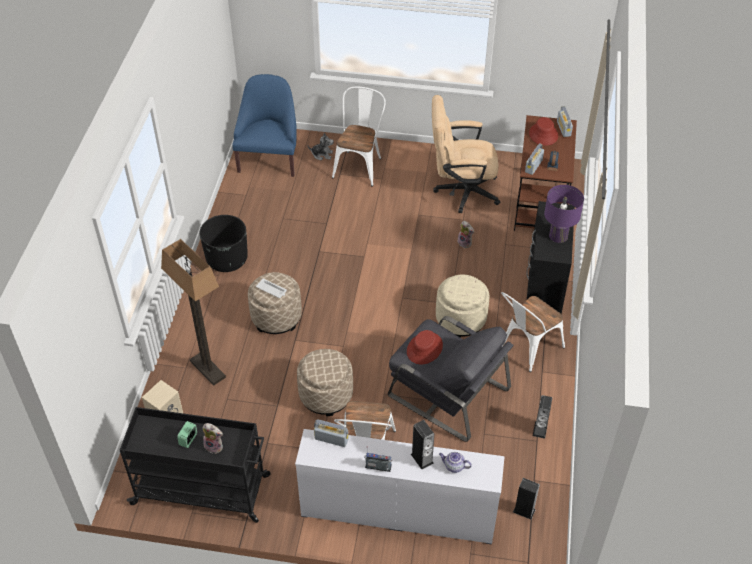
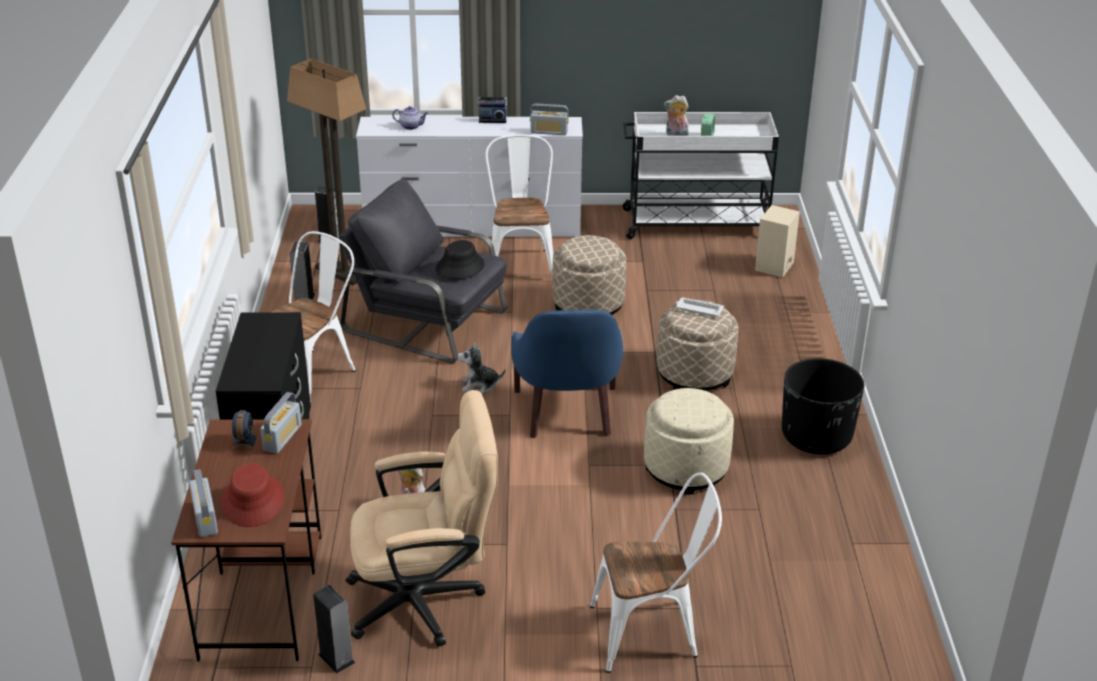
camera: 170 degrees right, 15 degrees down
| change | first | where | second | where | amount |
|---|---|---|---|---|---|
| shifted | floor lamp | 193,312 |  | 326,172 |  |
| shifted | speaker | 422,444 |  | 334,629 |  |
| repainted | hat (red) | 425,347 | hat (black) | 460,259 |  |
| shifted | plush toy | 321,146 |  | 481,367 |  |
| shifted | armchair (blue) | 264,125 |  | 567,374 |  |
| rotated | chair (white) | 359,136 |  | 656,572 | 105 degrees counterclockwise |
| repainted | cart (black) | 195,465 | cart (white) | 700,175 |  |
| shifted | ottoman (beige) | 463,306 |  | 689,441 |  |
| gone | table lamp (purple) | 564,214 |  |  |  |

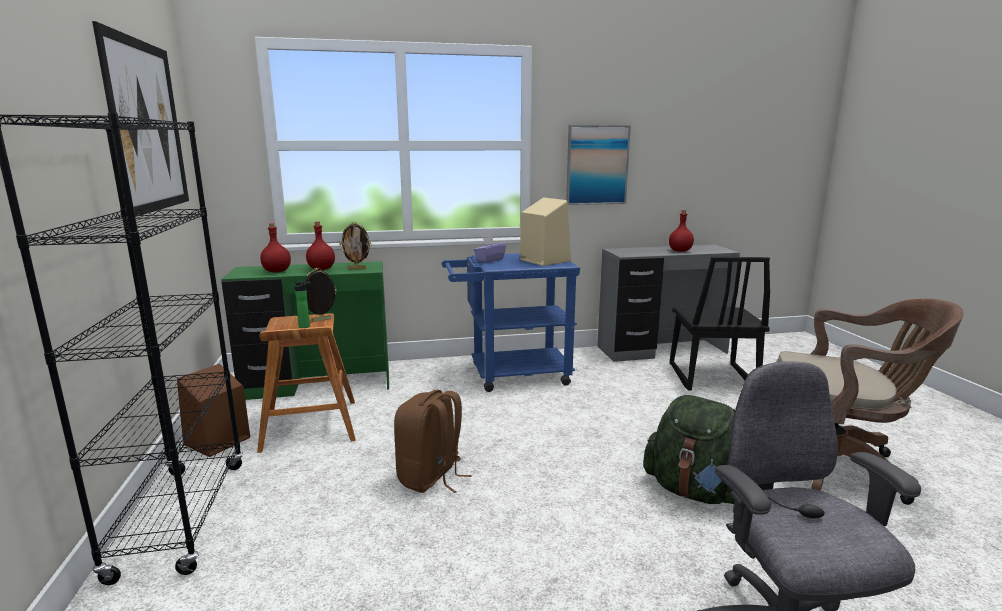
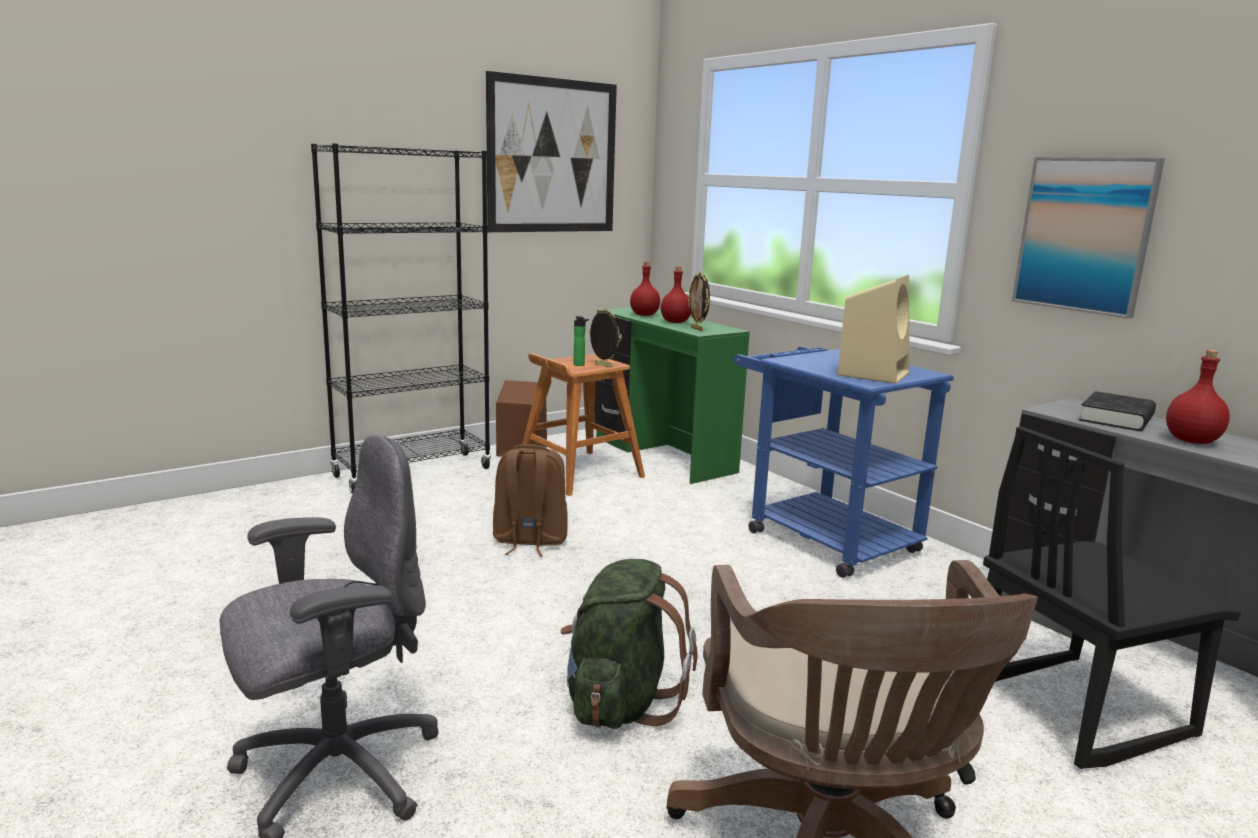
camera: 65 degrees right, 0 degrees up
| change | first | where | second | where | amount |
|---|---|---|---|---|---|
| new |  |  | book (black) | 1117,411 |  |
| gone | tissue box (purple) | 490,249 |  |  |  |

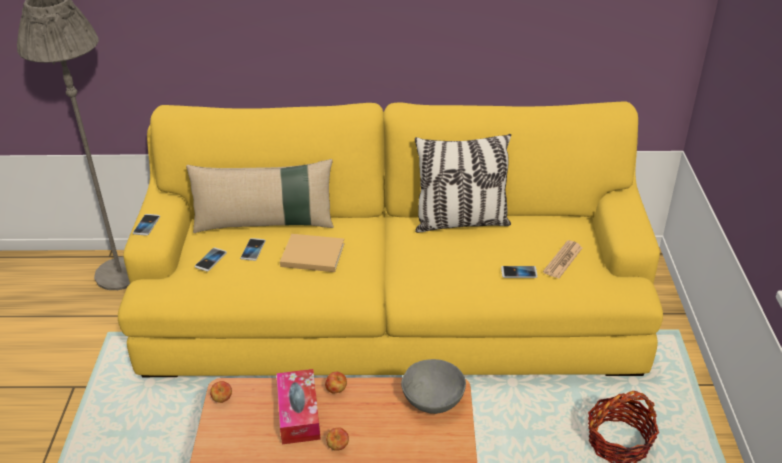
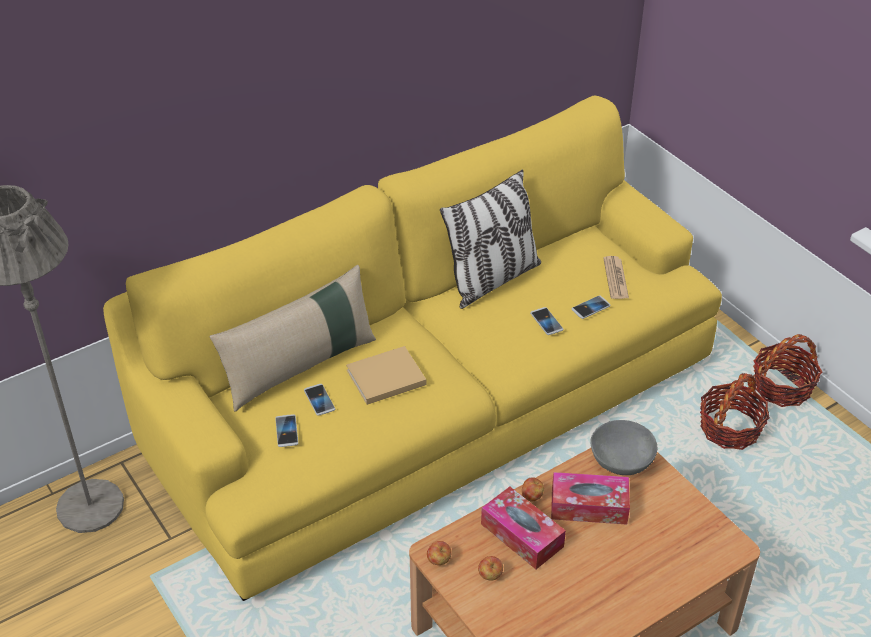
camera: 35 degrees left, 5 degrees up
| change | first | where | second | where | amount |
|---|---|---|---|---|---|
| shifted | apple | 337,439 |  | 490,568 |  |
| shifted | phone | 146,225 |  | 546,321 |  |
| new |  |  | tissue box | 590,498 |  |
| new |  |  | basket | 787,370 |  |

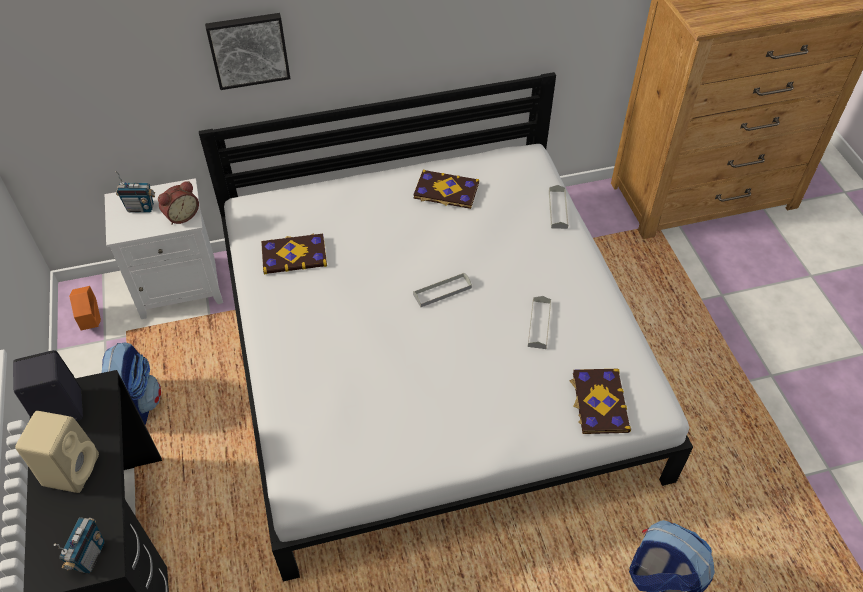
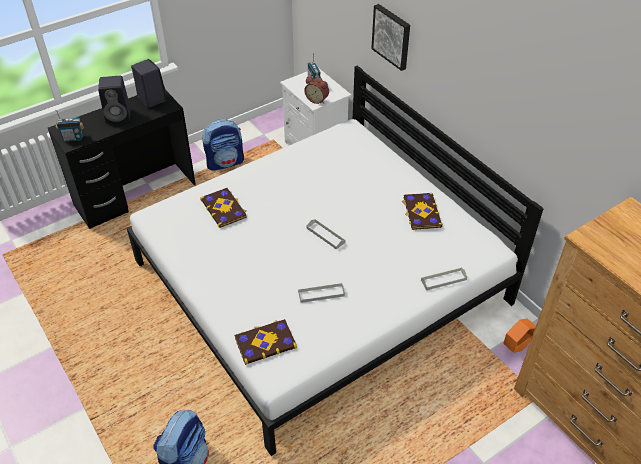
camera: 70 degrees right, 5 degrees down
| change | first | where | second | where | amount |
|---|---|---|---|---|---|
| repainted | speaker (beige) | 57,452 | speaker (black) | 114,99 |  |
| shifted | book | 294,253 |  | 223,208 |  |
| shifted | planter (orange) | 85,308 |  | 519,336 |  |

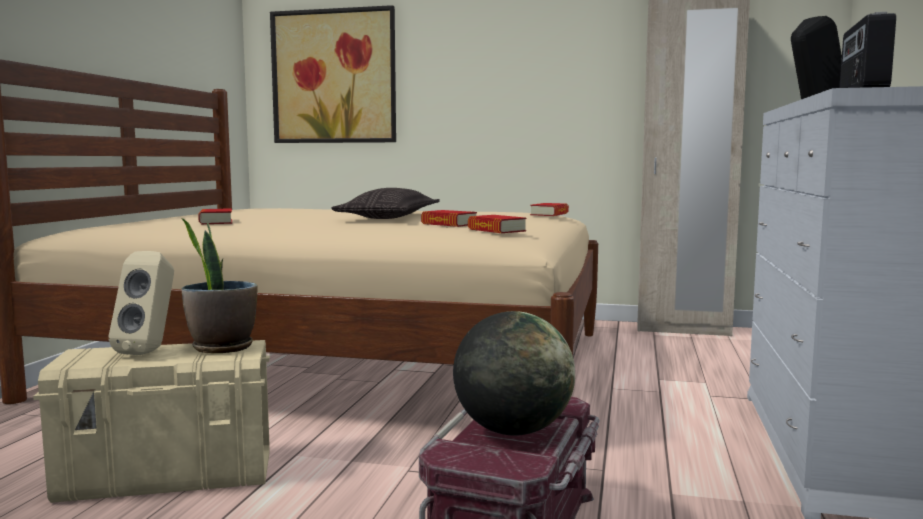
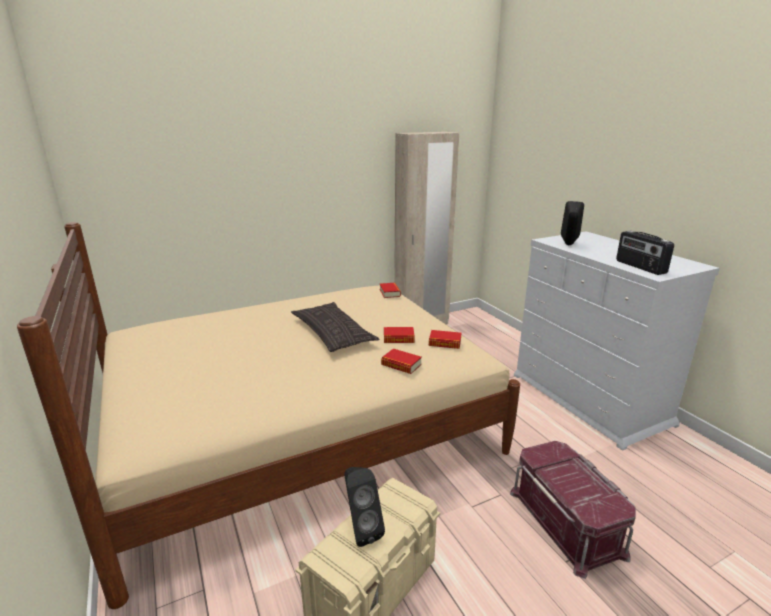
camera: 40 degrees left, 15 degrees up
| change | first | where | second | where | amount |
|---|---|---|---|---|---|
| repainted | speaker (beige) | 141,303 | speaker (black) | 364,507 |  |
| shifted | book | 215,216 |  | 401,361 |  |
| gone | potted plant | 219,285 |  |  |  |
| gone | picture | 333,74 |  |  |  |
| gone | globe | 514,373 |  |  |  |

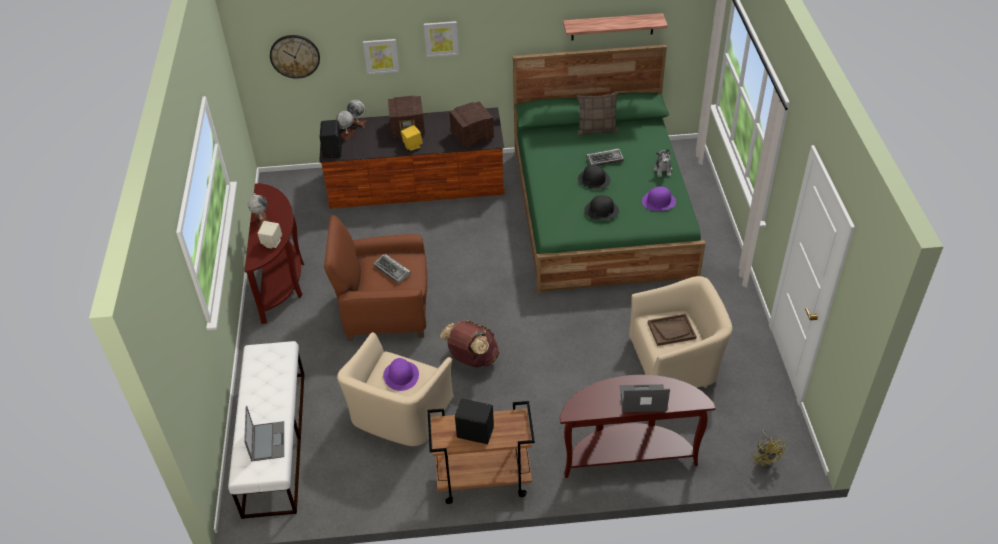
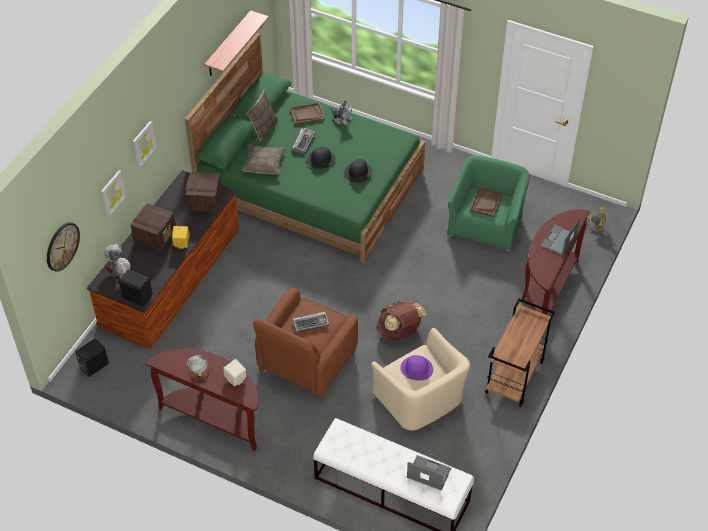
camera: 60 degrees left, 5 degrees up
| change | first | where | second | where | amount |
|---|---|---|---|---|---|
| shifted | speaker (black) | 474,421 |  | 92,357 |  |
| new |  |  | pillow | 264,159 |  |
| new |  |  | tray (brown) | 307,113 |  |
| repainted | armchair (beige) | 680,332 | armchair (green) | 488,203 |  |
| gone | hat (purple) | 659,198 |  |  |  |

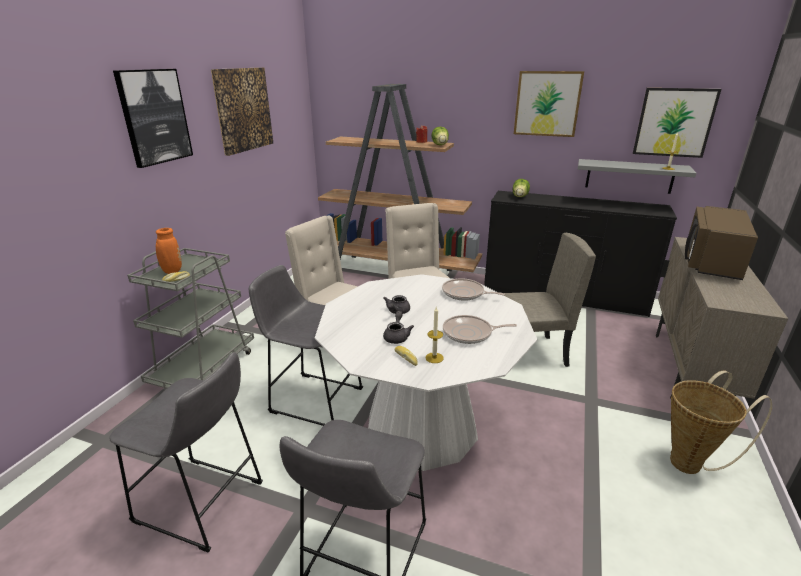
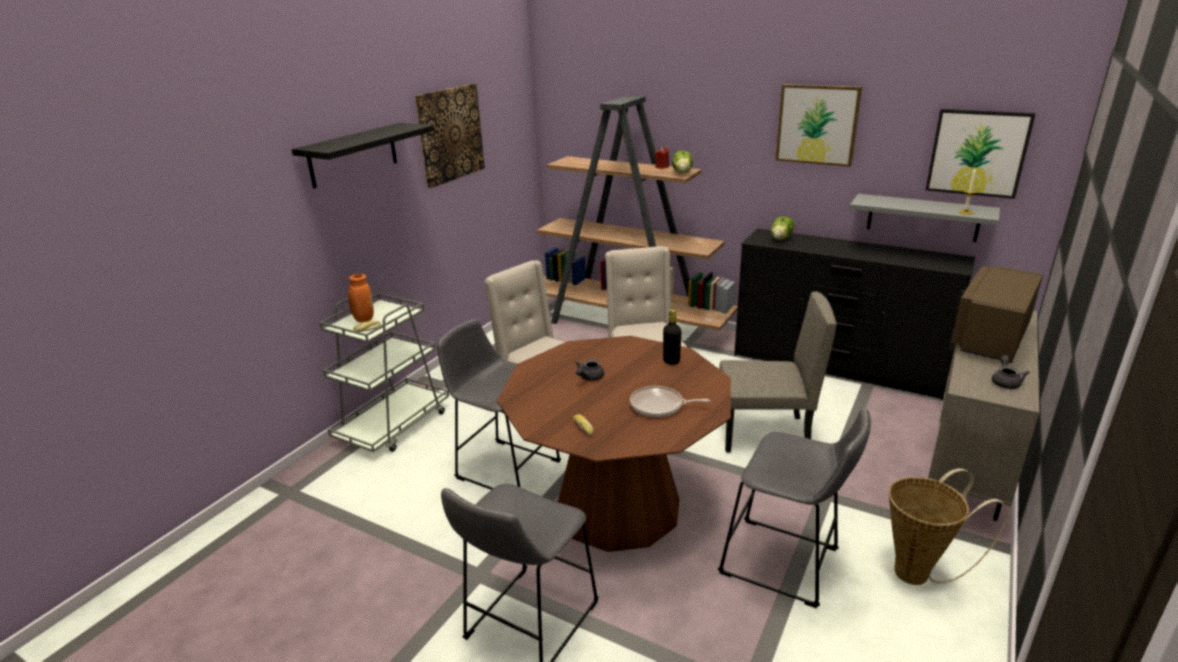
camera: 10 degrees right, 0 degrees up
| change | first | where | second | where | amount |
|---|---|---|---|---|---|
| swapped | picture | 153,118 | shelf (black) | 363,155 |  |
| repainted | dining table (white) | 426,372 | dining table (brown) | 614,444 |  |
| swapped | frying pan | 473,289 | bottle (black) | 672,337 |  |
| shifted | stool (grey) | 186,452 |  | 794,508 |  |
| shifted | teapot (grey) | 398,327 |  | 1011,372 |  |
| gone | candle | 435,335 |  |  |  |

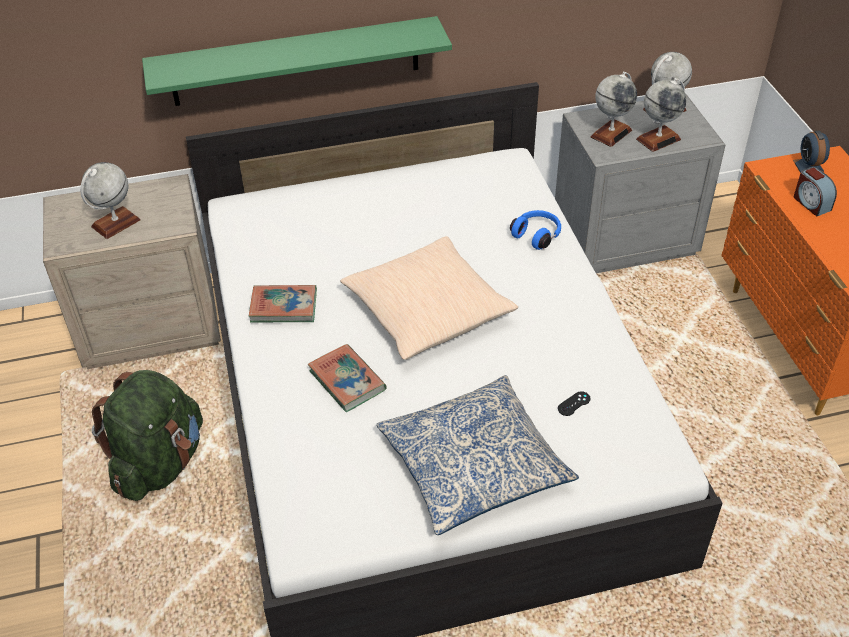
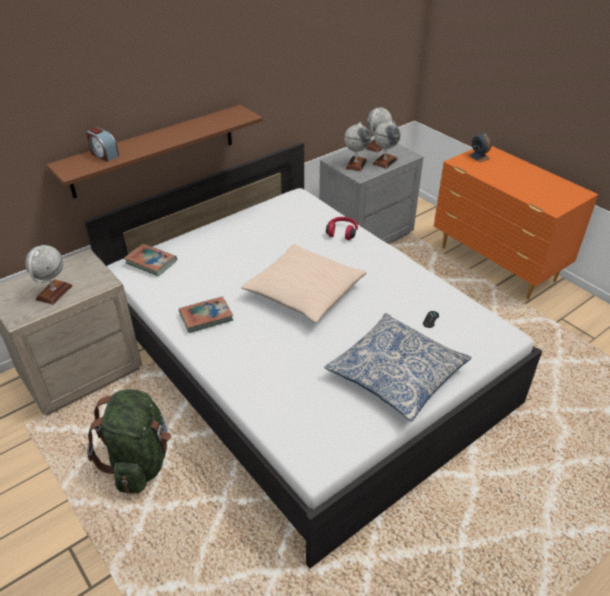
camera: 25 degrees left, 5 degrees down
| change | first | where | second | where | amount |
|---|---|---|---|---|---|
| repainted | shelf (green) | 297,61 | shelf (brown) | 154,151 |  |
| shifted | alarm clock | 815,192 |  | 102,144 |  |
| shifted | book | 347,378 |  | 150,260 |  |
| repainted | headphones (blue) | 535,230 | headphones (red) | 342,228 |  |

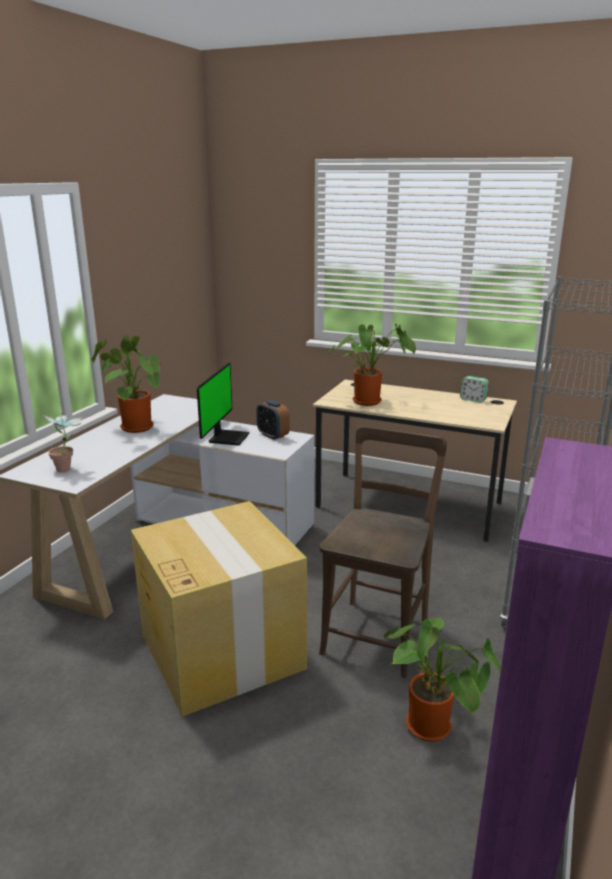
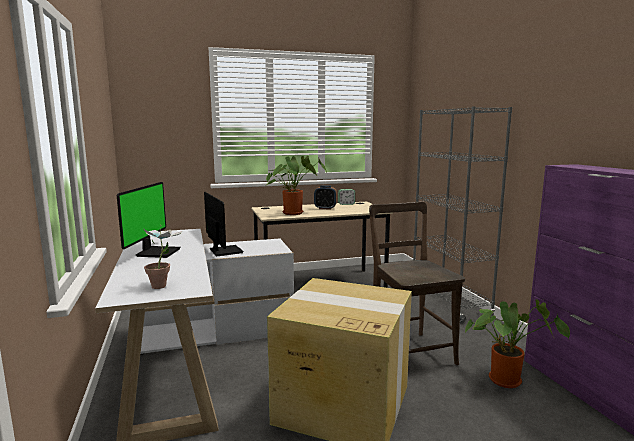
camera: 40 degrees left, 10 degrees down
| change | first | where | second | where | amount |
|---|---|---|---|---|---|
| swapped | potted plant | 127,384 | monitor | 149,220 |  |
| shifted | alarm clock | 273,420 |  | 325,197 |  |

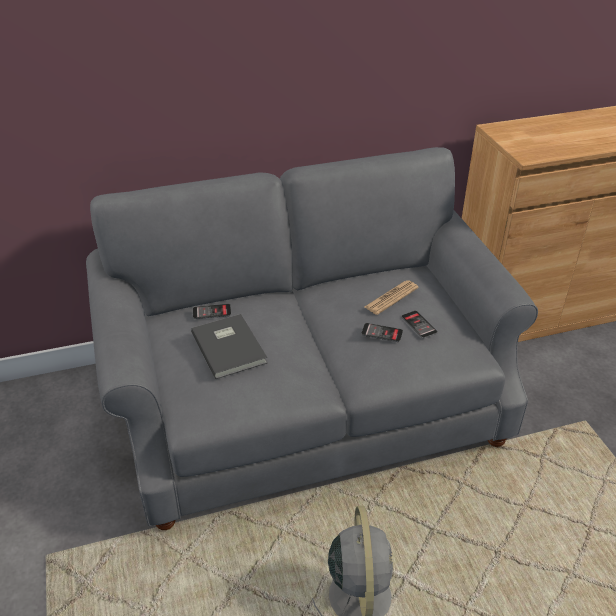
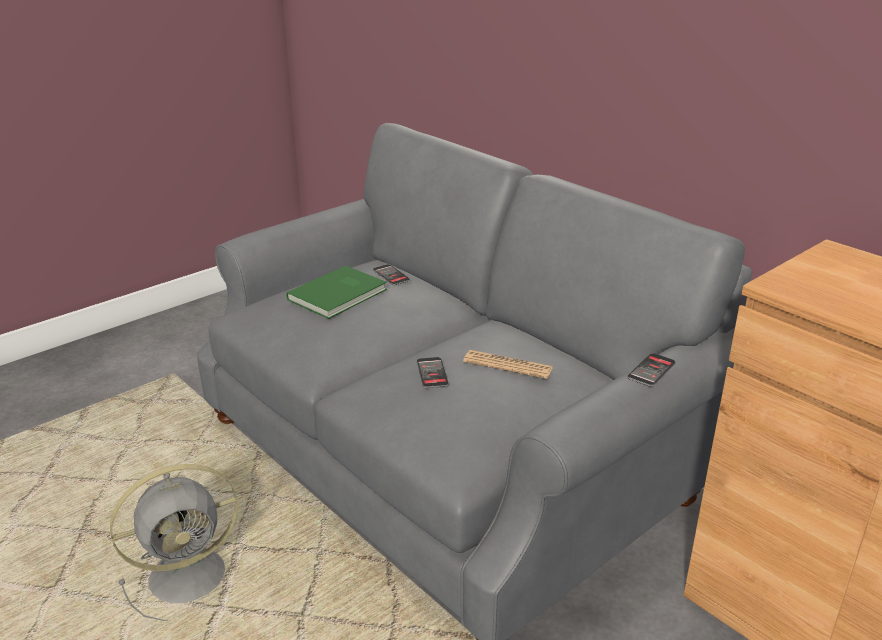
camera: 65 degrees right, 10 degrees down
| change | first | where | second | where | amount |
|---|---|---|---|---|---|
| repainted | book (grey) | 229,346 | book (green) | 336,292 |  |
| shifted | phone | 419,325 |  | 651,370 |  |

